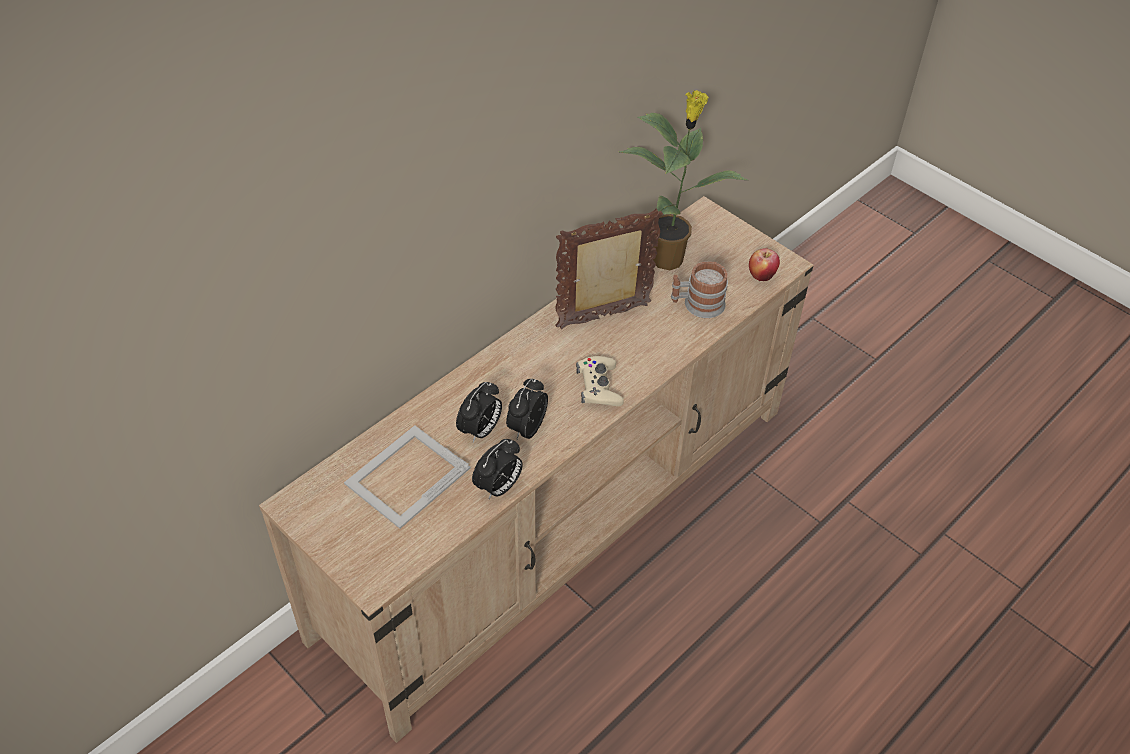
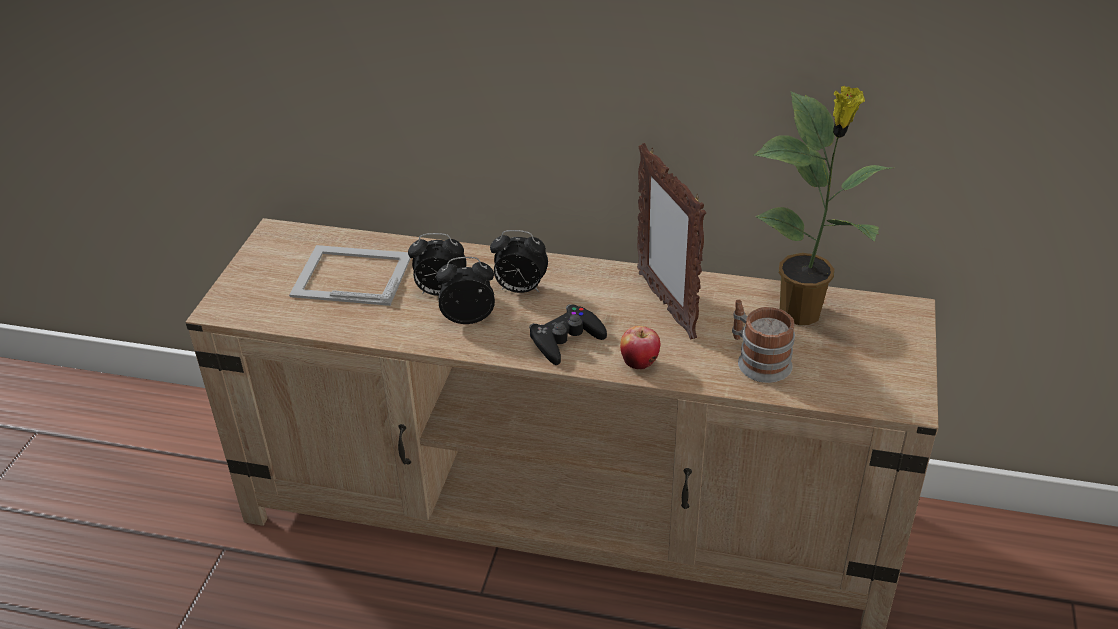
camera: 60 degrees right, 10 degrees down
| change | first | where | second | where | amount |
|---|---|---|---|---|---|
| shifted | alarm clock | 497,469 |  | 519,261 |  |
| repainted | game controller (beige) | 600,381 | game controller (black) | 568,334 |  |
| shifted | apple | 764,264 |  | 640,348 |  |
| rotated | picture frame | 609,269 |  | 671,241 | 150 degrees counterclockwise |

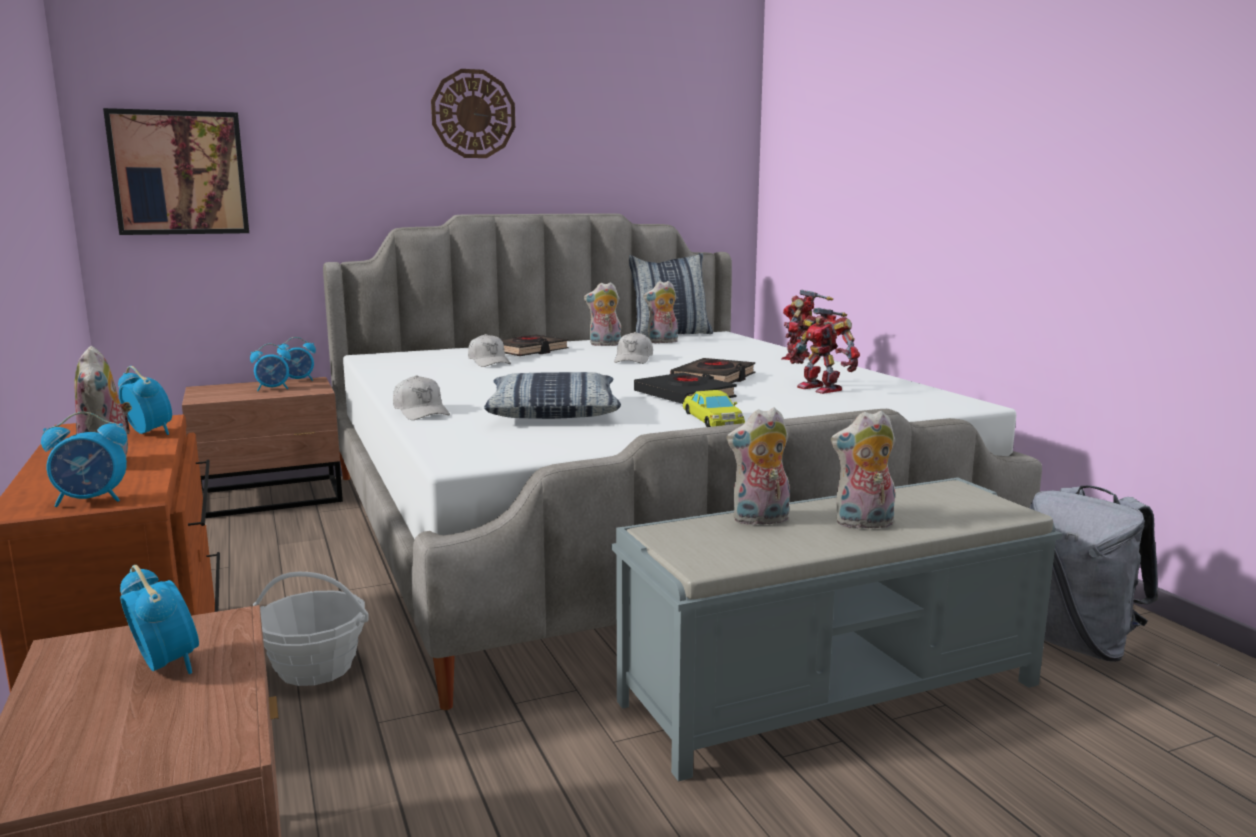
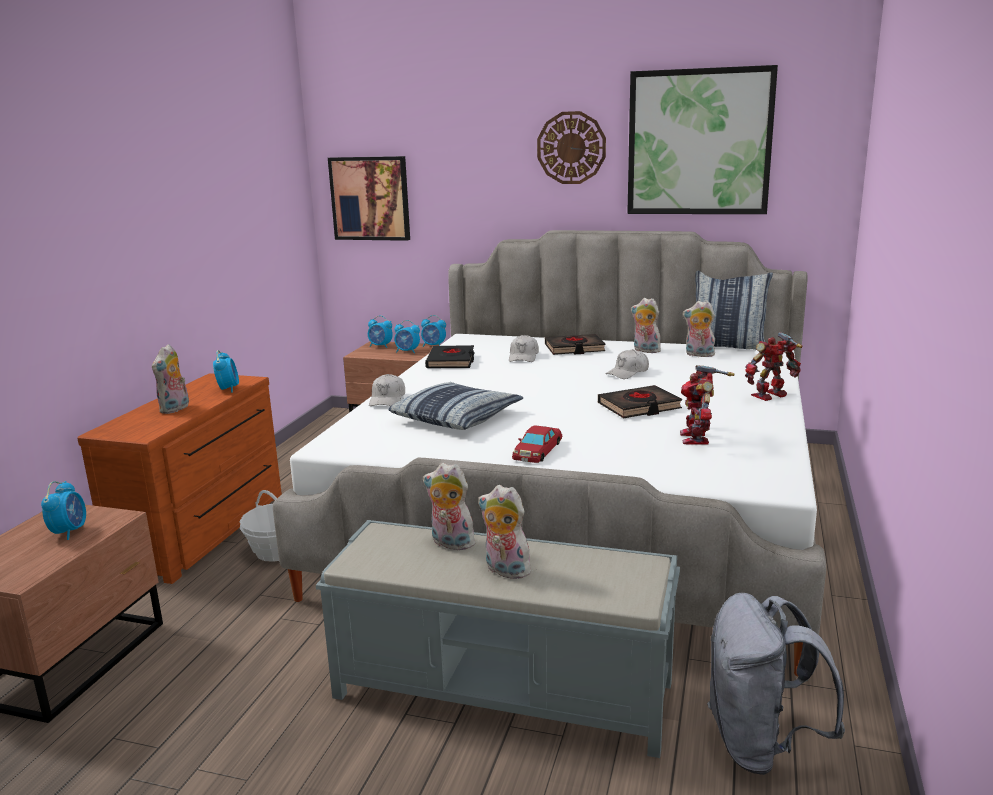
camera: 40 degrees right, 5 degrees up
| change | first | where | second | where | amount |
|---|---|---|---|---|---|
| shifted | alarm clock | 84,459 |  | 380,331 |  |
| shifted | book (black) | 685,388 |  | 450,356 |  |
| repainted | toy car (yellow) | 714,408 | toy car (red) | 537,444 |  |
| new |  |  | picture | 702,139 |  |

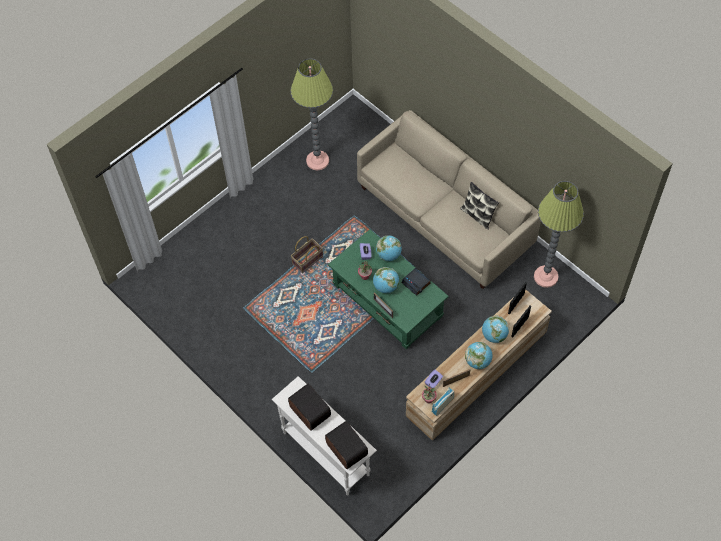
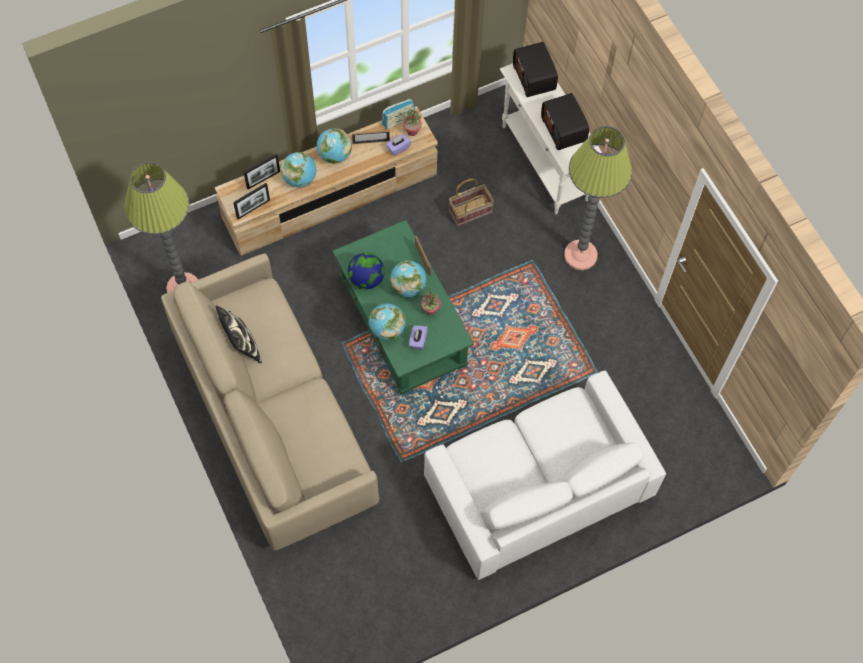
camera: 165 degrees left, 5 degrees up
| change | first | where | second | where | amount |
|---|---|---|---|---|---|
| swapped | alarm clock | 416,282 | globe | 366,271 |  |
| new |  |  | sofa (white) | 545,475 |  |
| shifted | basket | 307,254 |  | 471,202 |  |
| shifted | floor lamp | 311,114 |  | 598,198 |  |

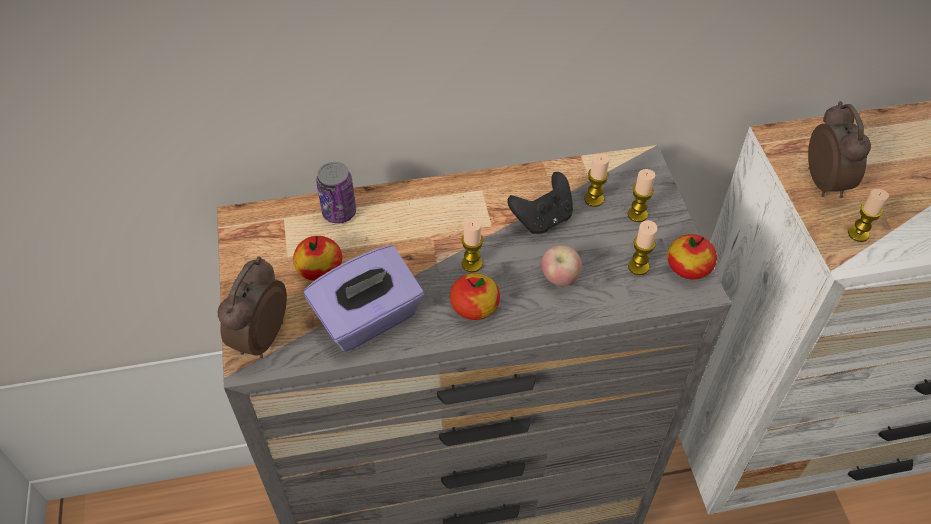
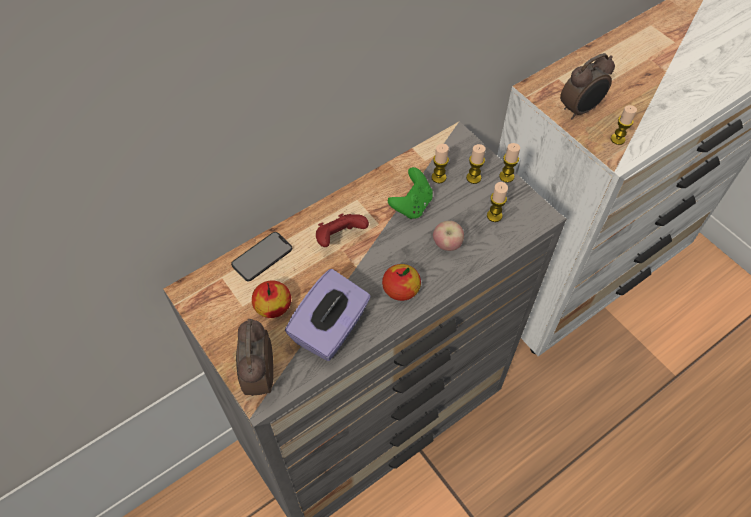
camera: 25 degrees left, 5 degrees up
| change | first | where | second | where | amount |
|---|---|---|---|---|---|
| swapped | can | 336,192 | phone | 261,256 |  |
| new |  |  | game controller (red) | 342,230 |  |
| repainted | game controller (black) | 540,203 | game controller (green) | 410,193 |  |
| shifted | candle | 472,245 |  | 509,163 |  |
| rotated | alarm clock | 839,149 |  | 587,86 | 90 degrees clockwise |
| gone | apple | 692,257 |  |  |  |

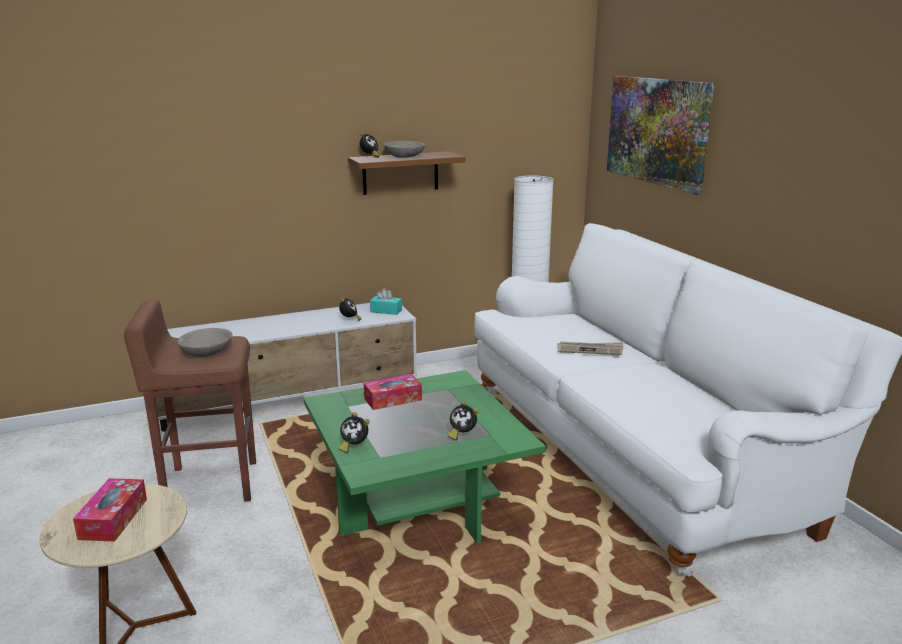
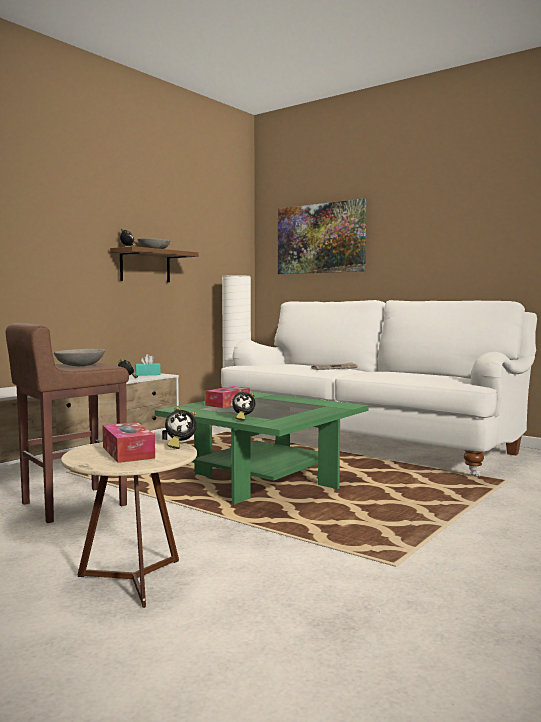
camera: 30 degrees left, 15 degrees down
| change | first | where | second | where | amount |
|---|---|---|---|---|---|
| shifted | alarm clock | 463,420 |  | 181,428 |  |

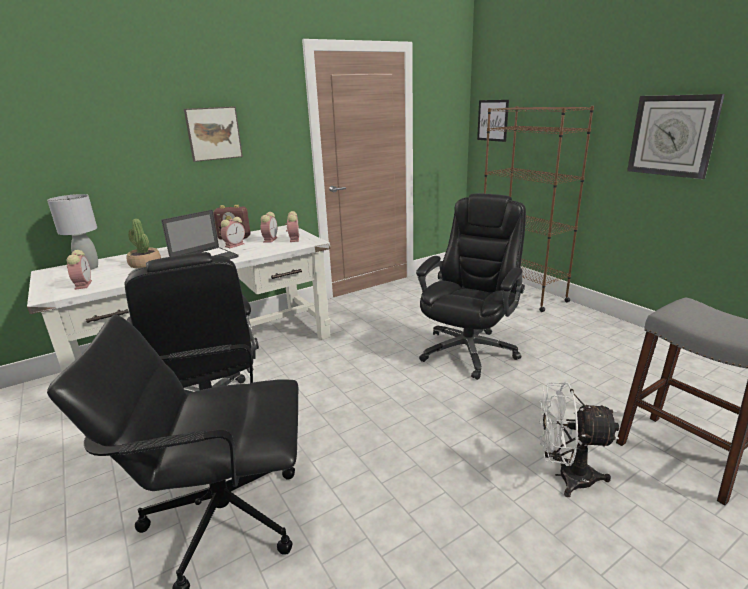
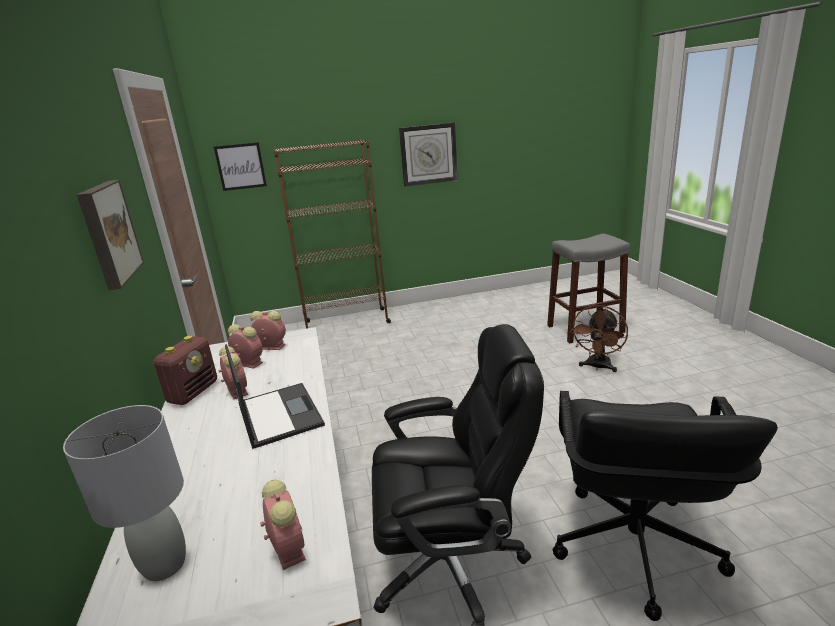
camera: 70 degrees left, 0 degrees up
| change | first | where | second | where | amount |
|---|---|---|---|---|---|
| rotated | alarm clock | 79,270 |  | 283,524 | 60 degrees clockwise |
| repainted | fan (white) | 579,439 | fan (brown) | 599,338 |  |
| gone | potted plant | 143,244 |  |  |  |
| gone | office chair (black) | 471,286 |  |  |  |

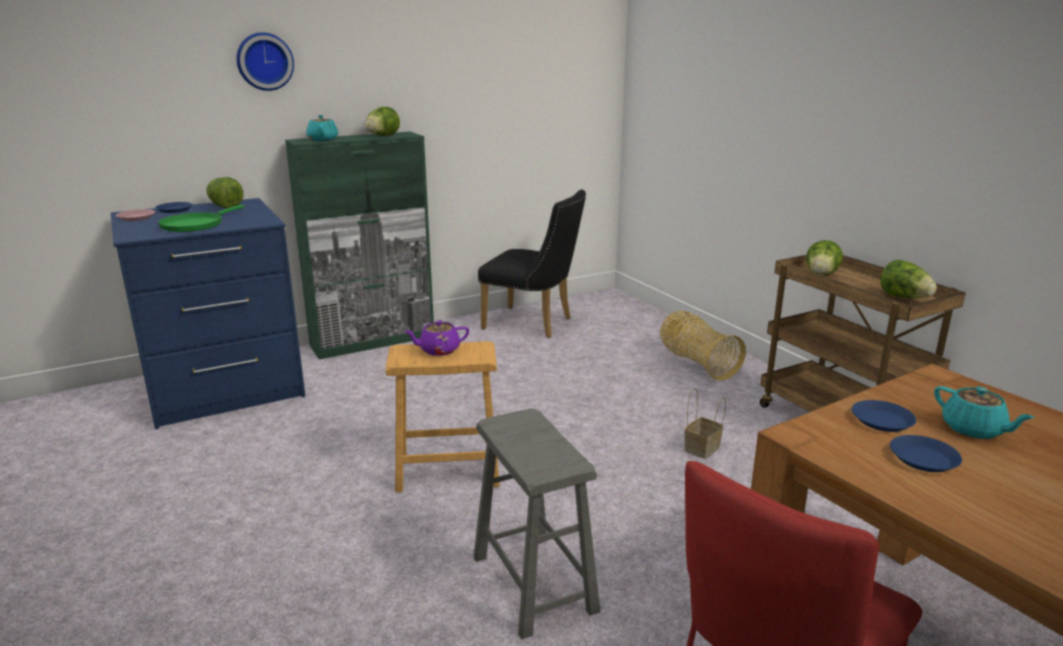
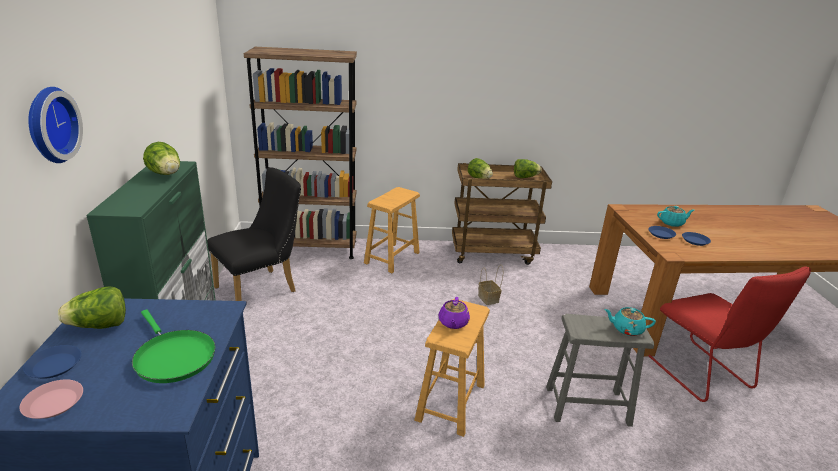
camera: 65 degrees left, 5 degrees up
| change | first | where | second | where | amount |
|---|---|---|---|---|---|
| new |  |  | bookcase (brown) | 300,153 |  |
| swapped | basket | 703,345 | stool (brown) | 392,230 |  |
| shifted | teapot (turquoise) | 322,128 |  | 630,321 |  |

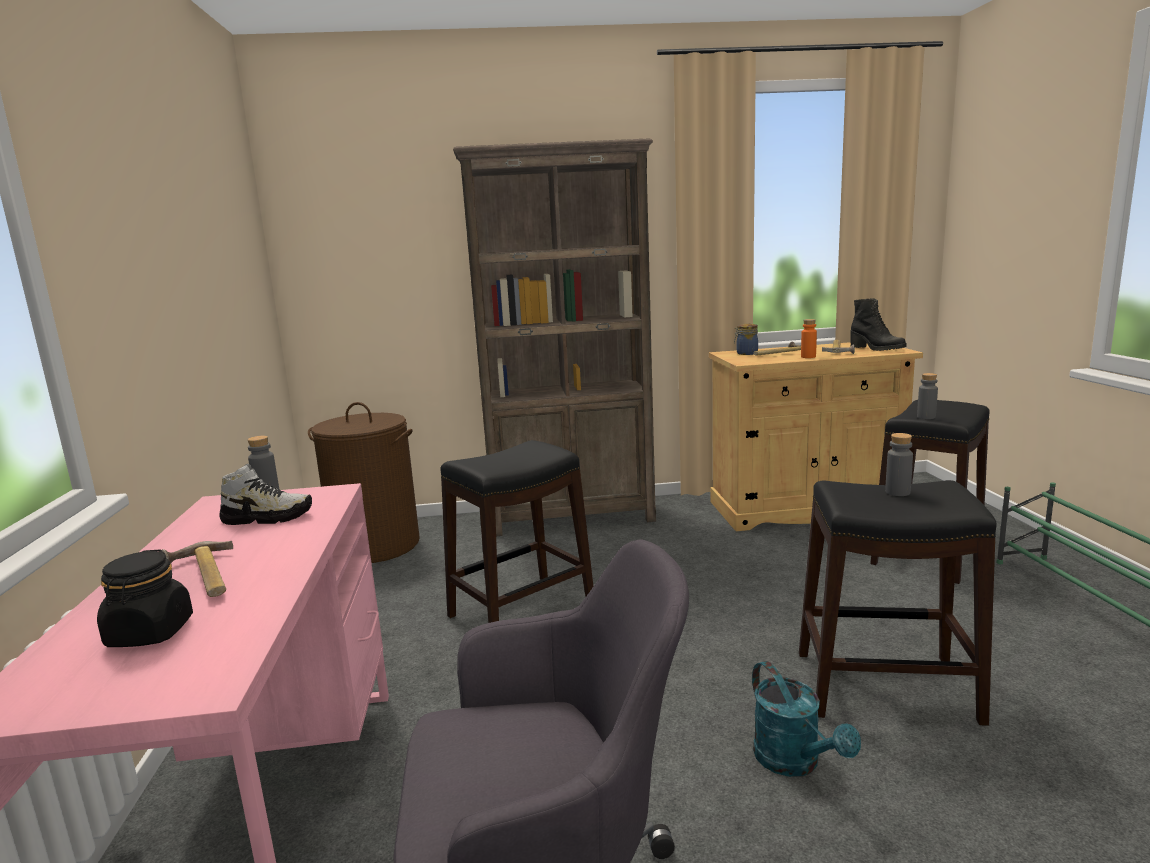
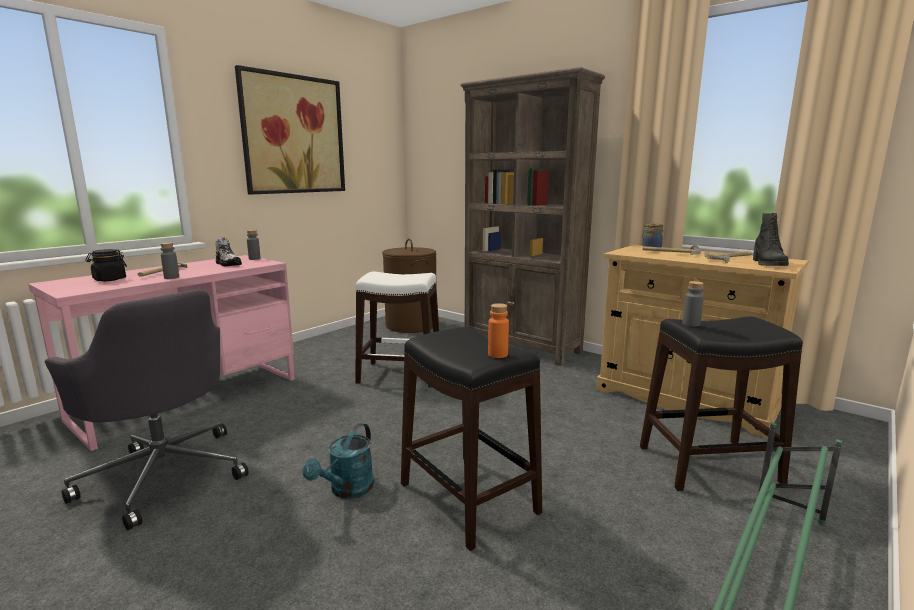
camera: 45 degrees right, 0 degrees up
| change | first | where | second | where | amount |
|---|---|---|---|---|---|
| shifted | bottle (grey) | 899,464 |  | 170,261 |  |
| new |  |  | picture | 290,130 |  |
| repainted | stool (black) | 516,531 | stool (white) | 397,329 |  |
| shifted | bottle (orange) | 809,338 |  | 498,330 |  |

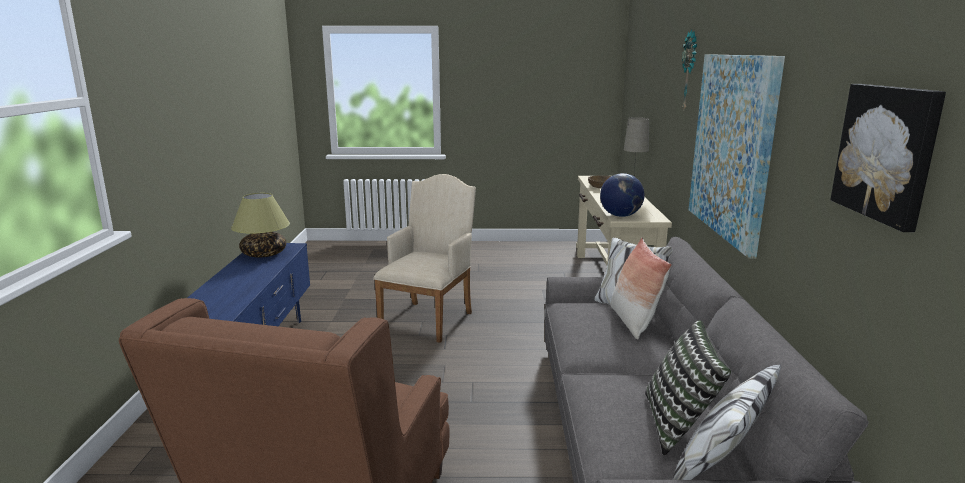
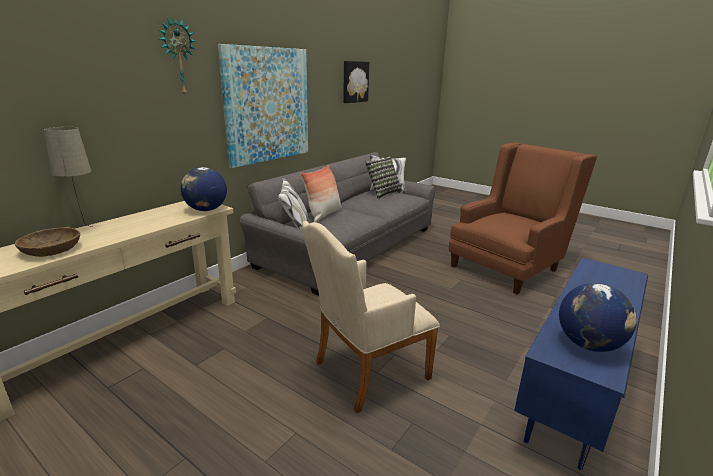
camera: 145 degrees left, 5 degrees up
| change | first | where | second | where | amount |
|---|---|---|---|---|---|
| swapped | table lamp | 260,225 | globe | 598,317 |  |

